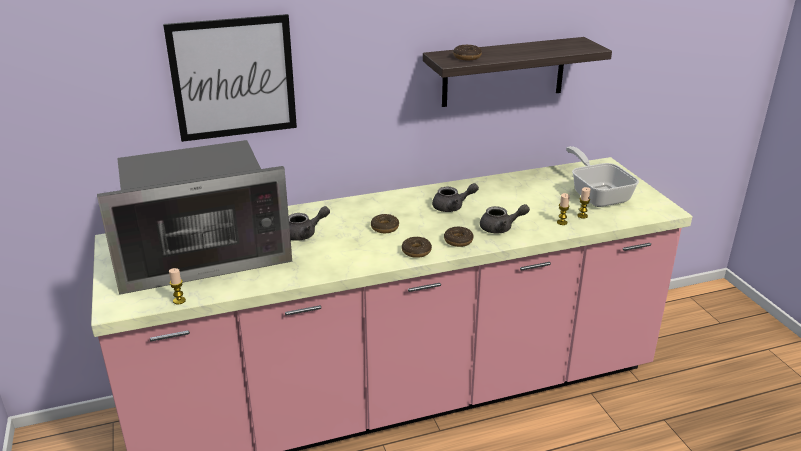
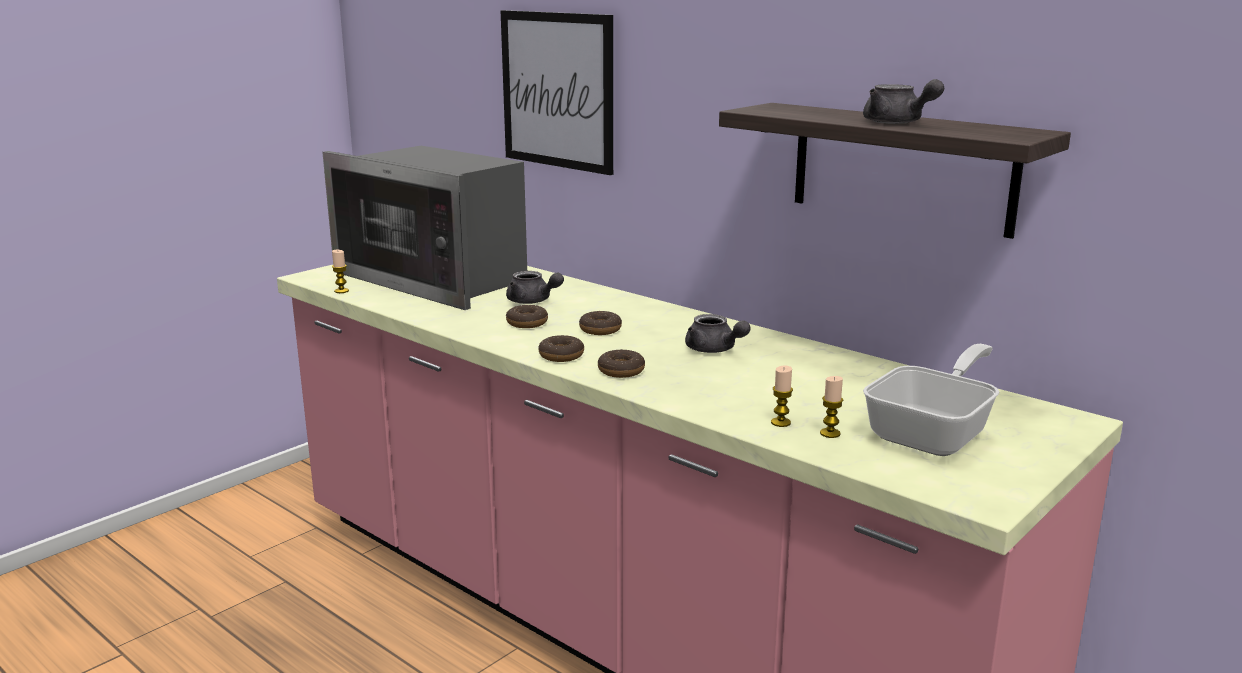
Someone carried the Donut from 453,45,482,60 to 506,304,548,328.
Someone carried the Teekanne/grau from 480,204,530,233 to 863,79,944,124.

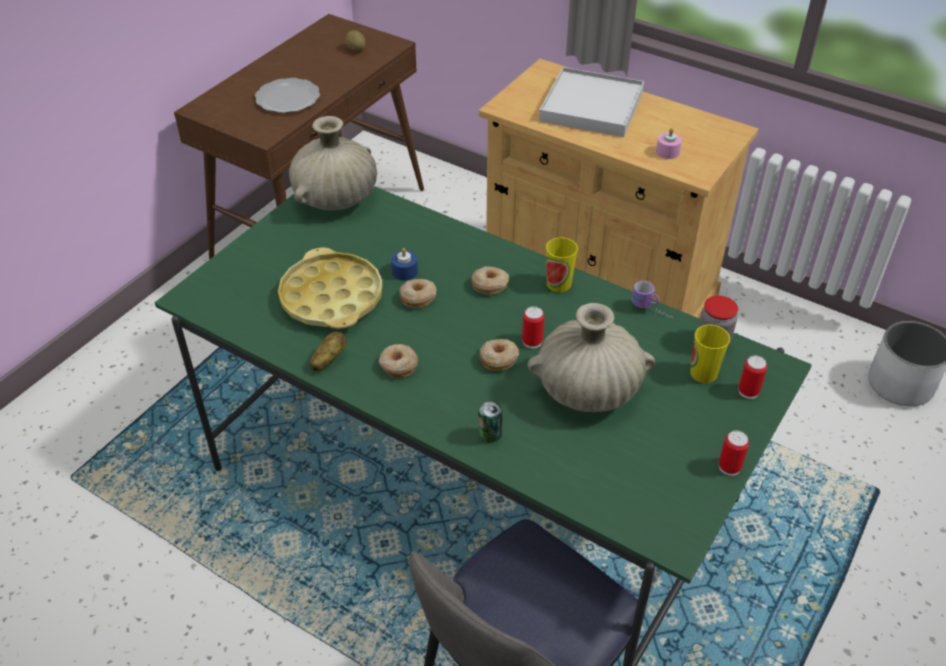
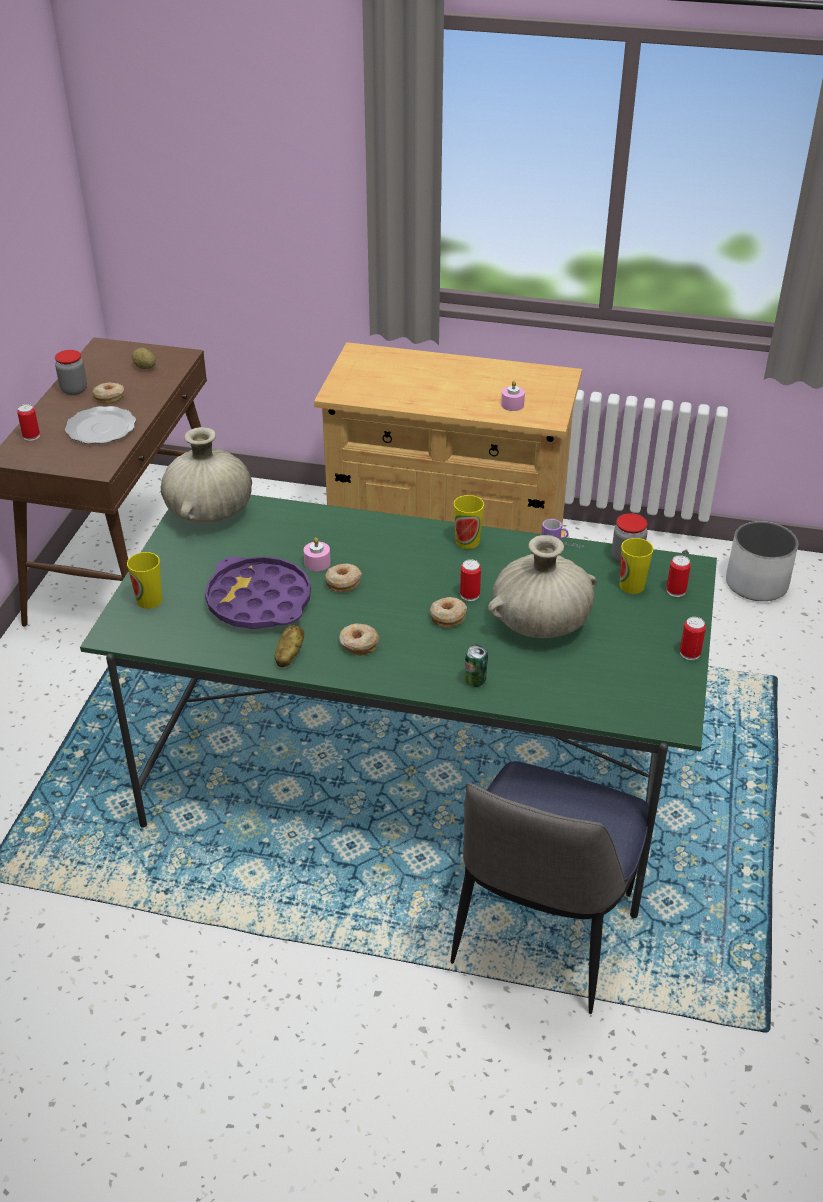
Someone took away the Tablett/weiß at 539,67,644,137.
Someone repainted the Tablett/gelb at 278,247,383,329, which became the Tablett/lila at 205,556,311,629.
Someone repainted the Kerze/blau at 391,248,418,281, which became the Kerze/rosa at 304,538,331,571.
Someone carried the Donut from 471,266,509,295 to 92,382,125,404.
Someone put down the Vorratsglas at 55,350,87,395.
Someone put down the Dose at 17,404,40,441.
Someone put down the Tasse at 127,552,162,609.

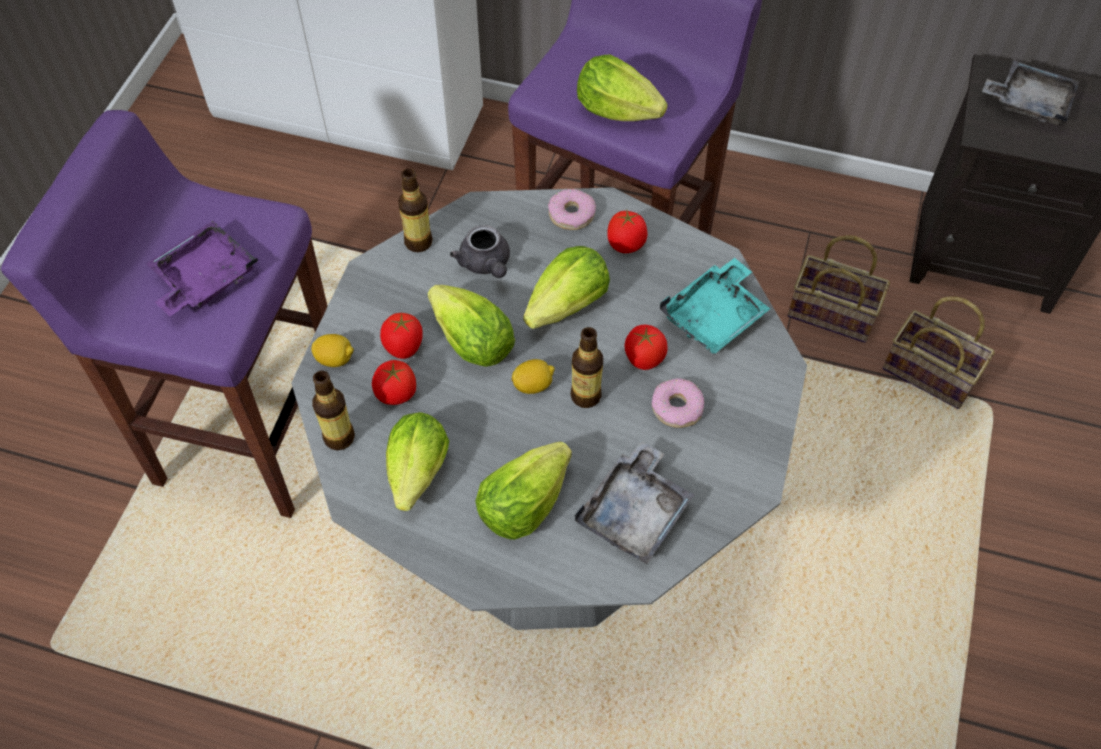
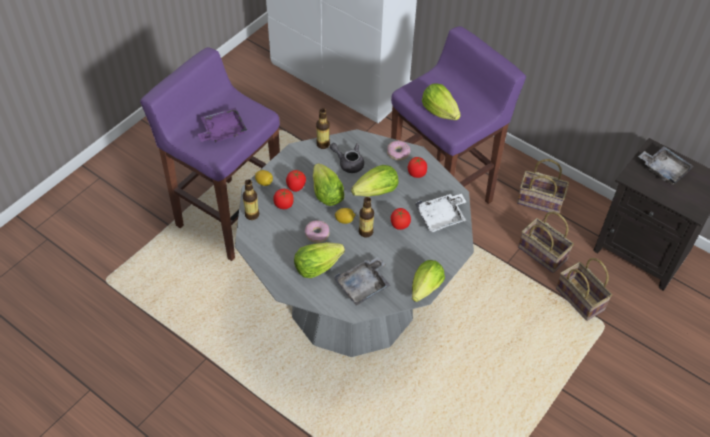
Someone rotated the Teekanne/grau at 450,225,510,278 by 120 degrees clockwise.
Someone repainted the Tablett/türkis at 660,258,770,354, which became the Tablett/weiß at 416,194,466,232.
Someone carried the Donut from 652,378,704,428 to 305,221,329,243.
Someone carried the Salatkopf from 386,412,449,511 to 412,260,445,302.
Someone put down the Korb at 517,159,569,213.

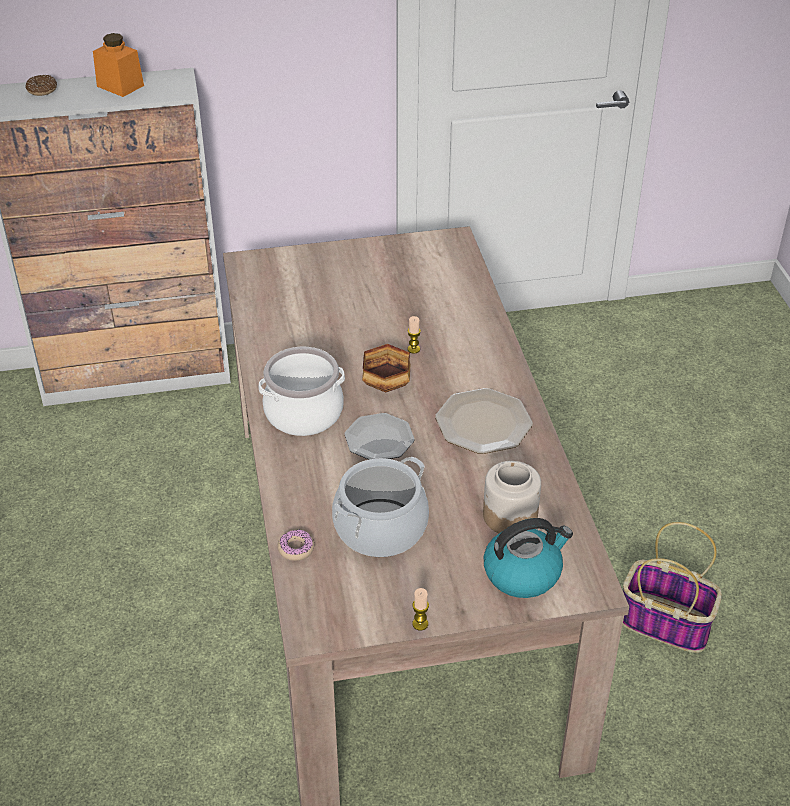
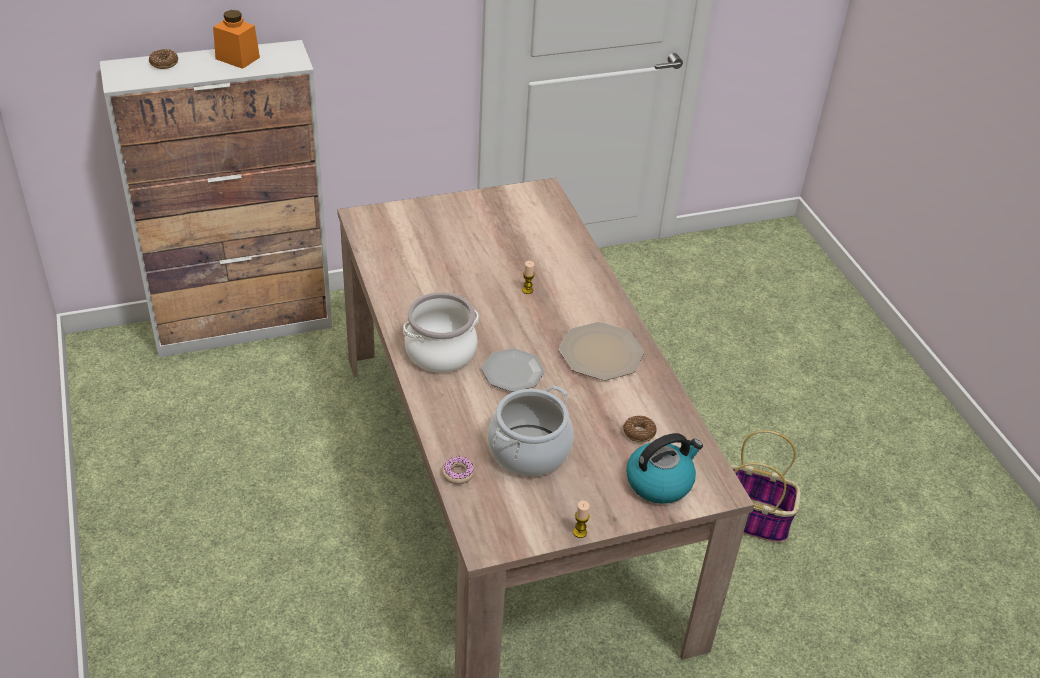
Someone took away the Schüssel at 362,344,410,393.
Someone swapped the Vorratsglas at 483,461,541,533 for the Donut at 623,415,657,442.

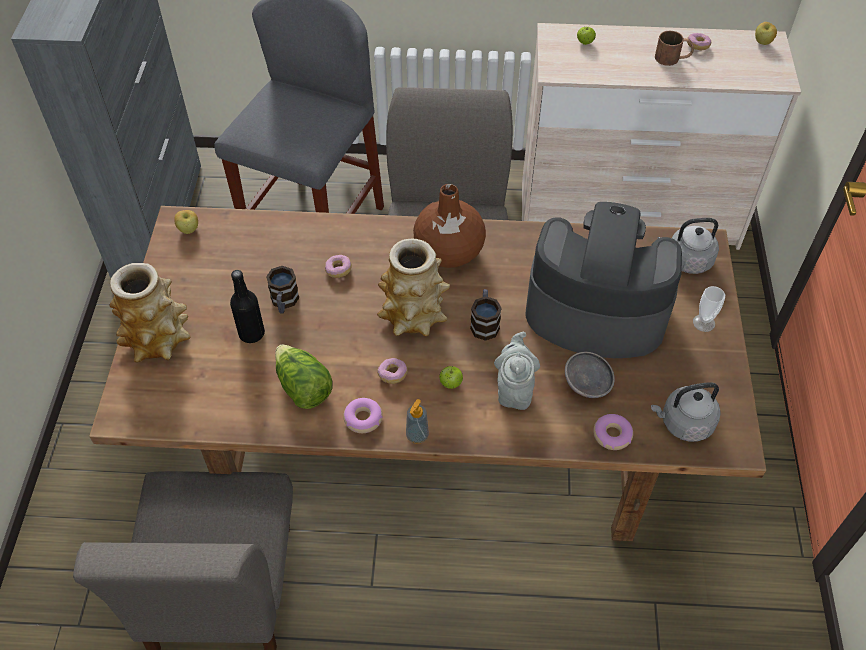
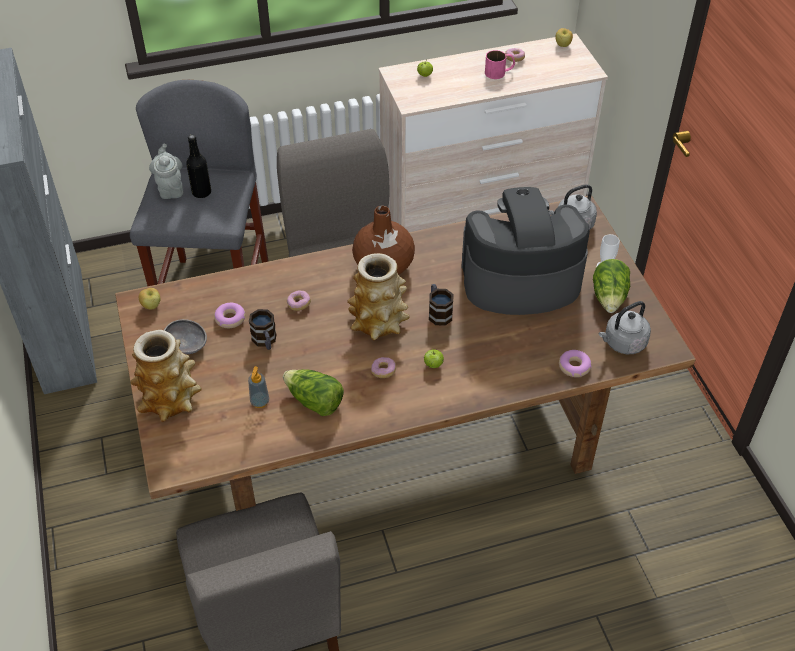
Someone repainted the Henkelbecher/braun at 655,31,694,66, which became the Henkelbecher/rosa at 485,50,515,79.
Someone carried the Flasche/schwarz from 230,270,265,343 to 186,135,211,198.
Someone carried the Teekanne/grau from 494,332,540,410 to 149,144,183,199.
Someone carried the Schüssel/grau from 565,352,615,398 to 164,319,207,354.
Someone carried the Donut from 343,398,383,433 to 214,303,245,328.
Someone carried the Seifenspender from 406,399,429,444 to 248,366,269,408.
Someone put down the Salatkopf at 593,259,630,313.

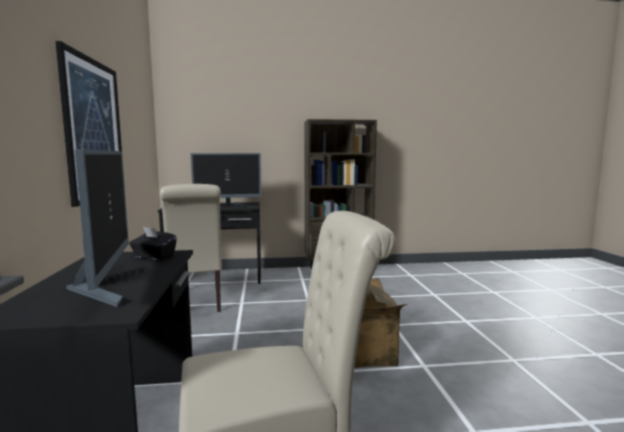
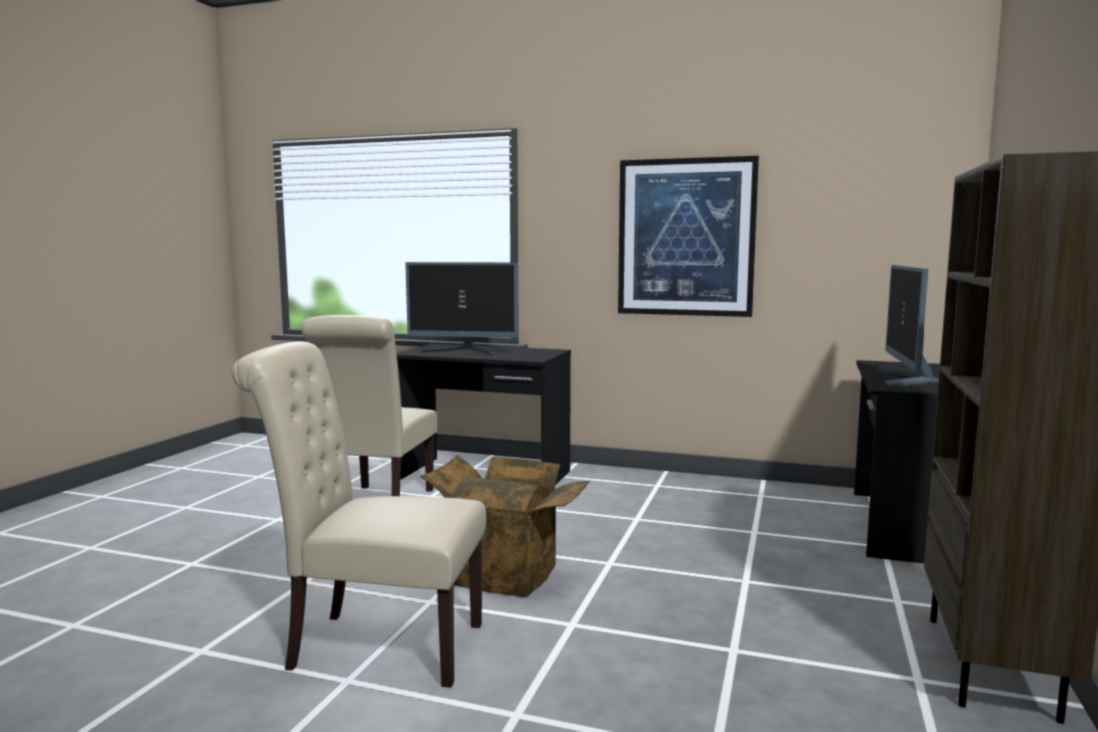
Someone carried the Stuhl/beige from 160,184,222,312 to 232,342,486,688.
Someone took away the Taschentuchbox/schwarz at 129,227,177,261.

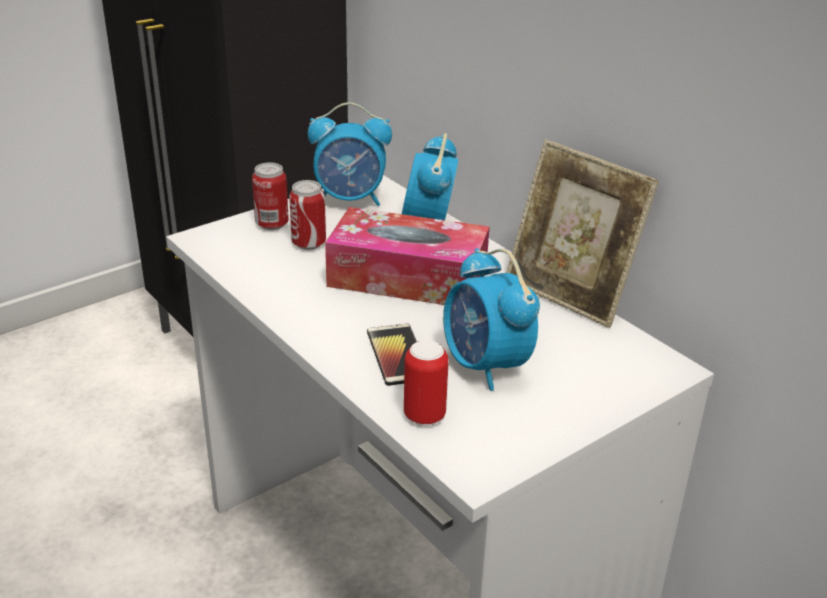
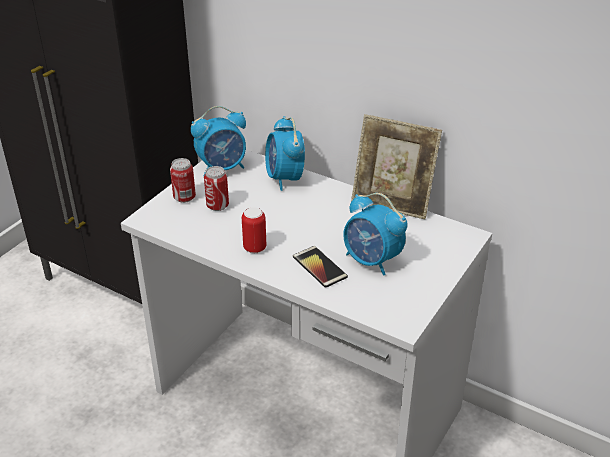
Someone took away the Taschentuchbox at 325,207,489,305.
Someone carried the Dose from 404,340,449,425 to 242,207,266,253.

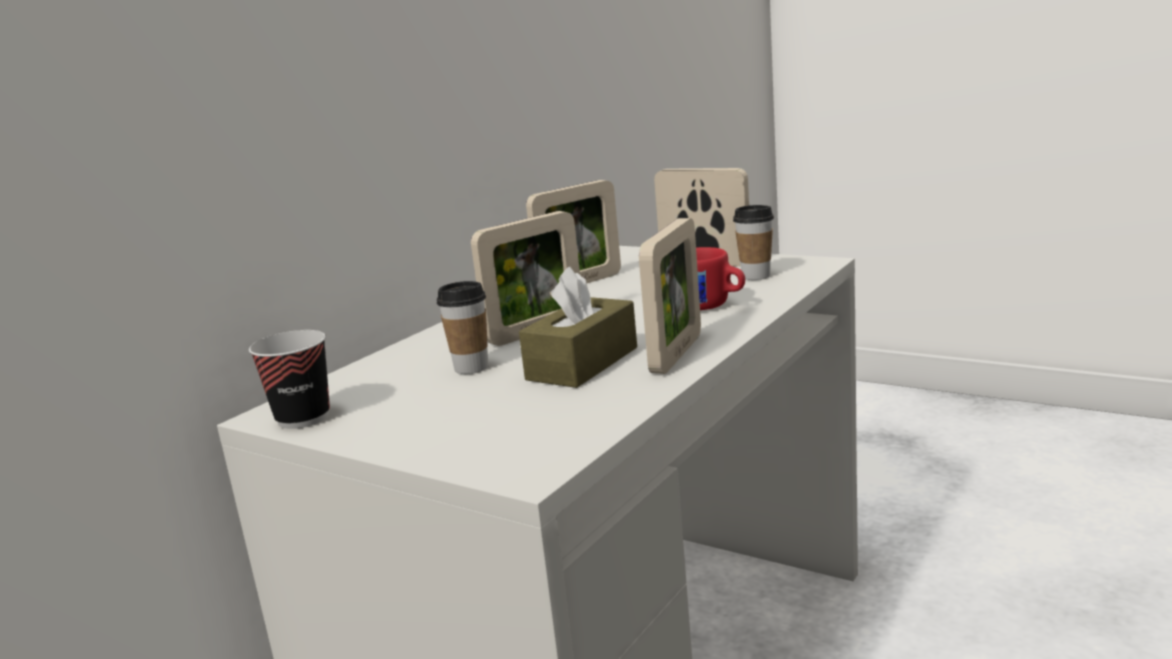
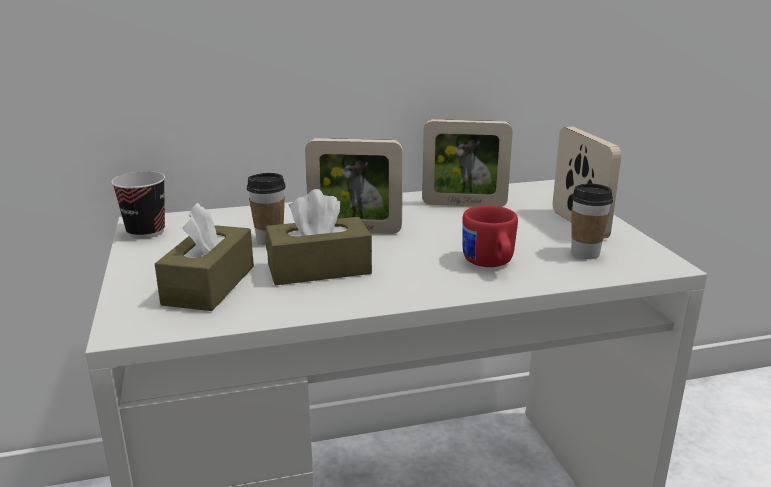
Someone took away the Bilderrahmen at 639,218,701,374.
Someone put down the Taschentuchbox/braun at 155,202,254,311.

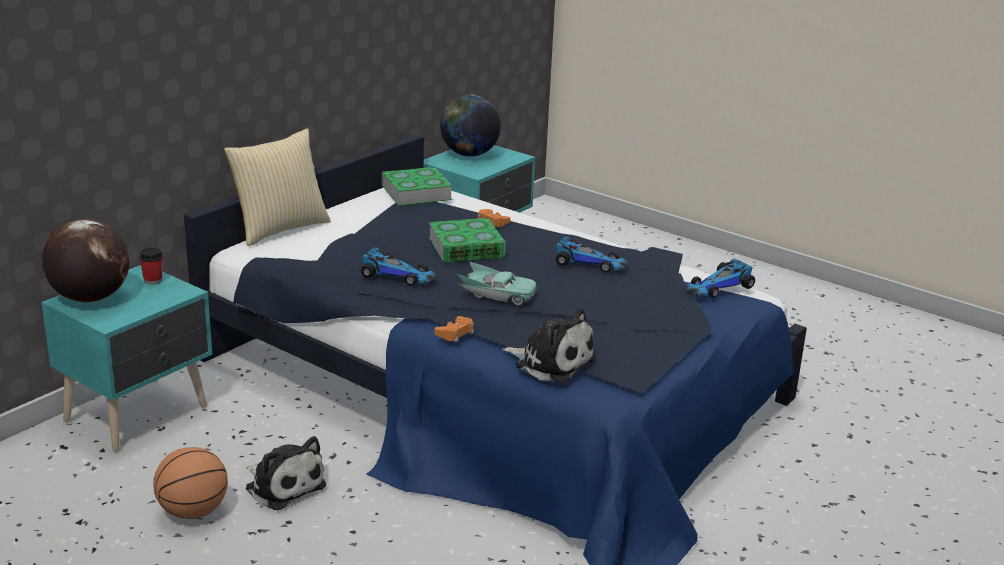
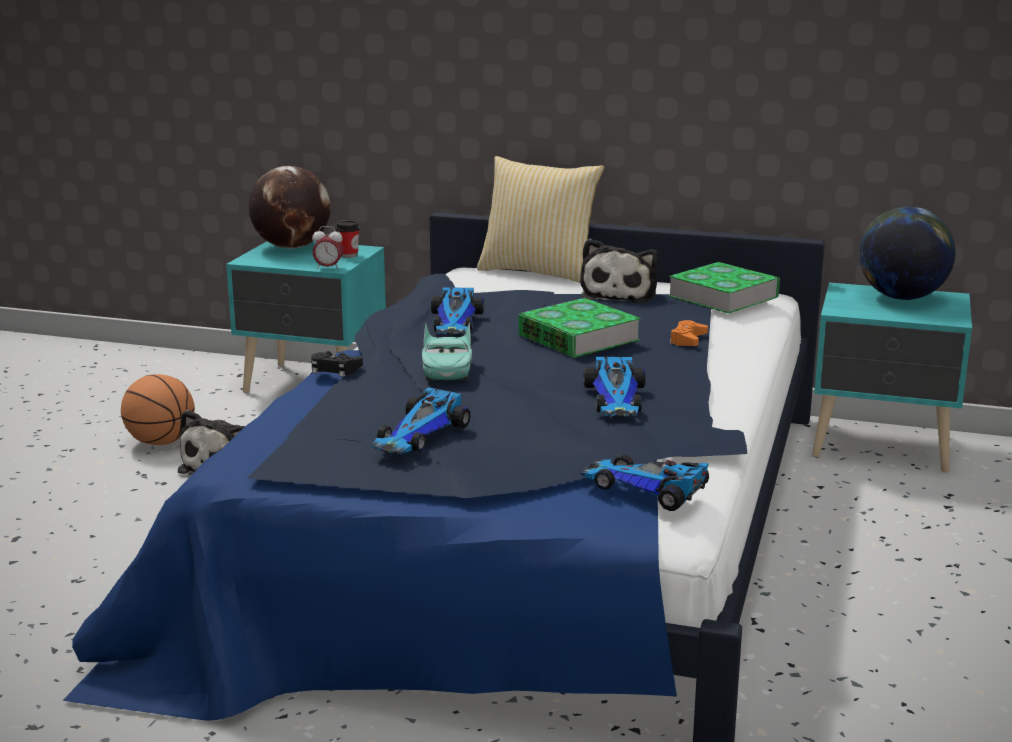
Someone carried the Plüschtier from 502,308,596,383 to 580,239,658,303.
Someone repainted the Gamepad/orange at 434,316,474,342, which became the Gamepad/schwarz at 311,351,363,377.
Someone put down the Wecker at 312,226,344,270.
Someone put down the Spielzeugauto at 372,387,470,454.

